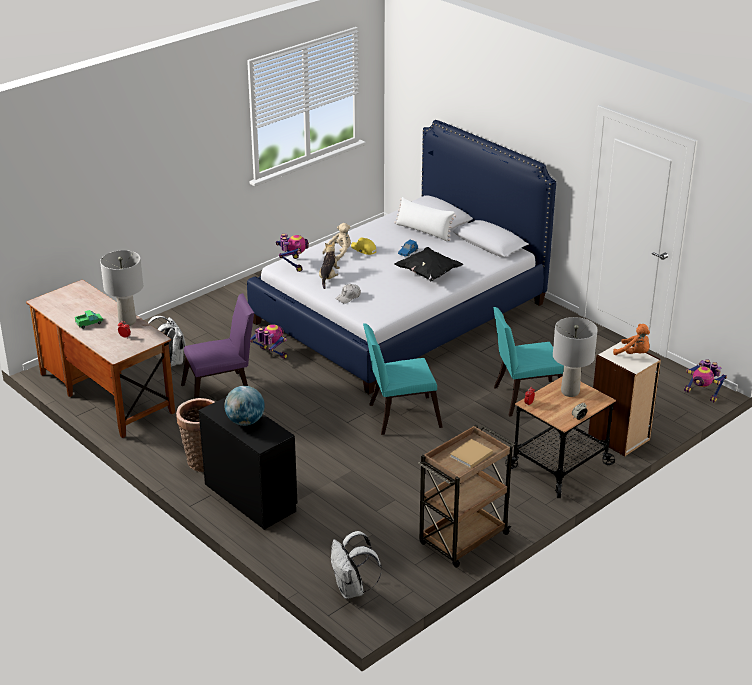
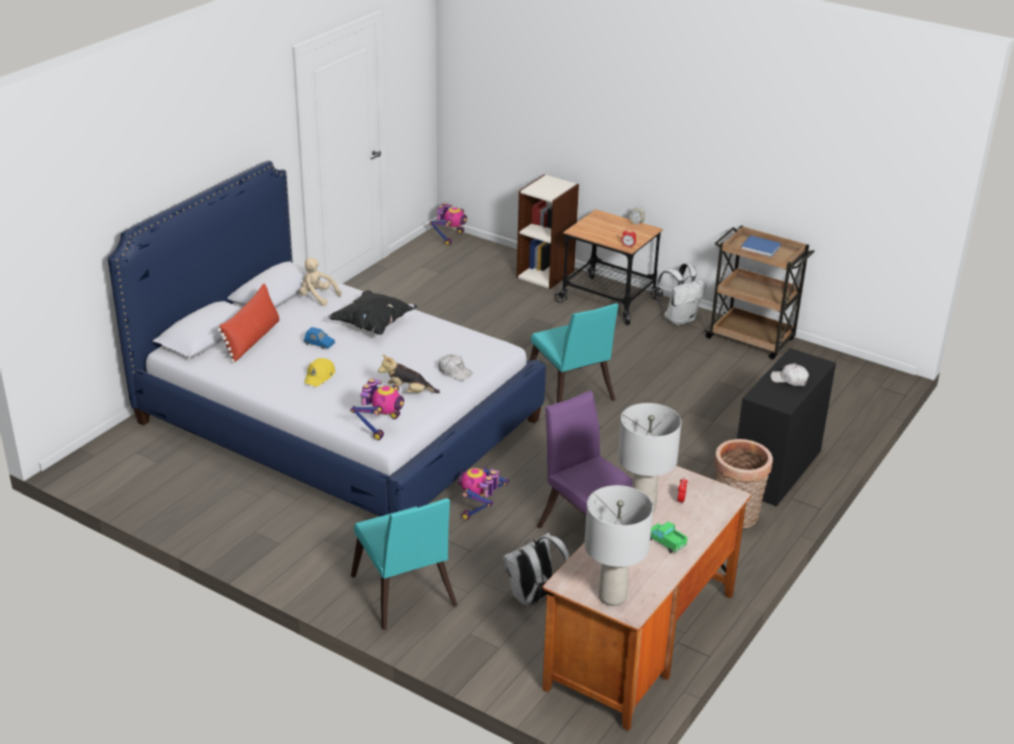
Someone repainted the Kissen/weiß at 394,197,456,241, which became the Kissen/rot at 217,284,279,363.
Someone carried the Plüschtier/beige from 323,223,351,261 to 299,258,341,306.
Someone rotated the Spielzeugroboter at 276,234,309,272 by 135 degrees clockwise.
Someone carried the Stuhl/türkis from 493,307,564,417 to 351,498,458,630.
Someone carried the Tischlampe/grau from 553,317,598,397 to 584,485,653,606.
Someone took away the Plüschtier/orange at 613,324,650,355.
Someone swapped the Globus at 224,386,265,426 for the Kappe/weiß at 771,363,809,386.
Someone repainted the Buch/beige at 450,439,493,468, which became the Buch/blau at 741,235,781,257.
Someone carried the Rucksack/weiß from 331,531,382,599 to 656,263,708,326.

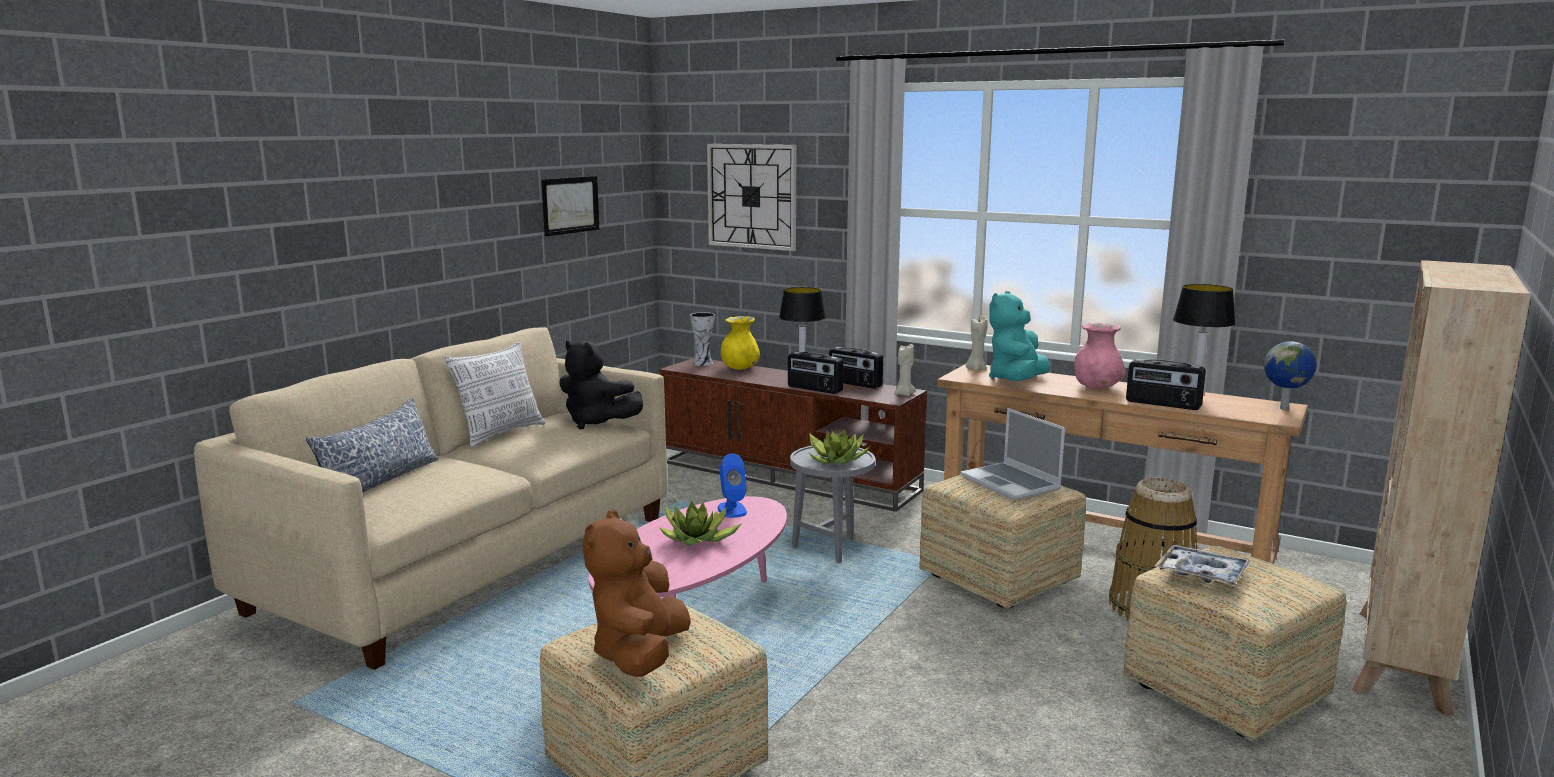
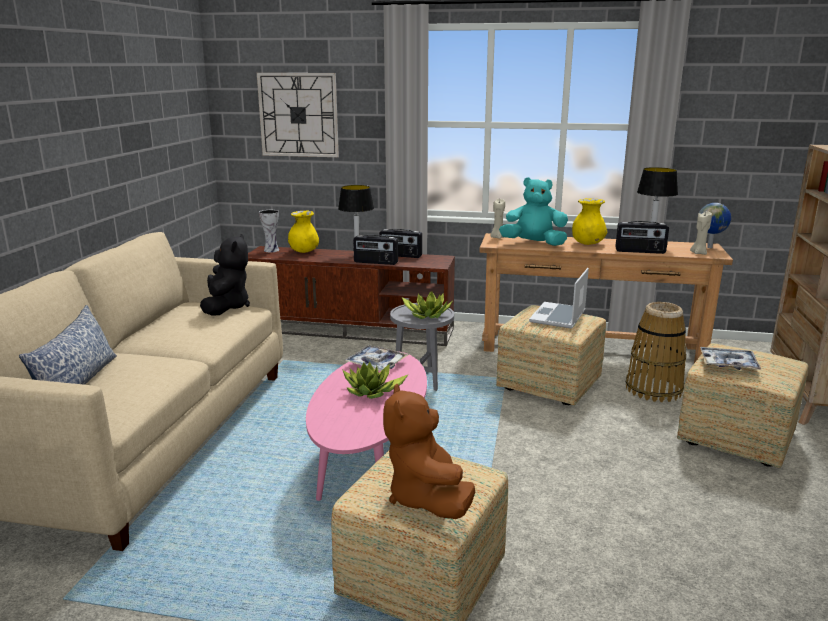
Someone took away the Bild at 541,176,599,236.
Someone rotated the Plüschtier/türkis at 989,291,1050,381 by 90 degrees clockwise.
Someone repainted the Vase/rosa at 1074,323,1126,389, which became the Vase/gelb at 572,198,607,245.
Someone rotated the Plüschtier/schwarz at 559,341,643,429 by 105 degrees counterclockwise.
Someone took away the Kissen at 445,342,545,447.
Someone carried the Kerze/beige from 894,344,916,396 to 690,211,712,255.
Someone rotated the Laptop at 960,408,1065,500 by 75 degrees clockwise.
Someone swapped the Lautsprecher/blau at 718,454,747,518 for the Tablett at 344,345,409,371.

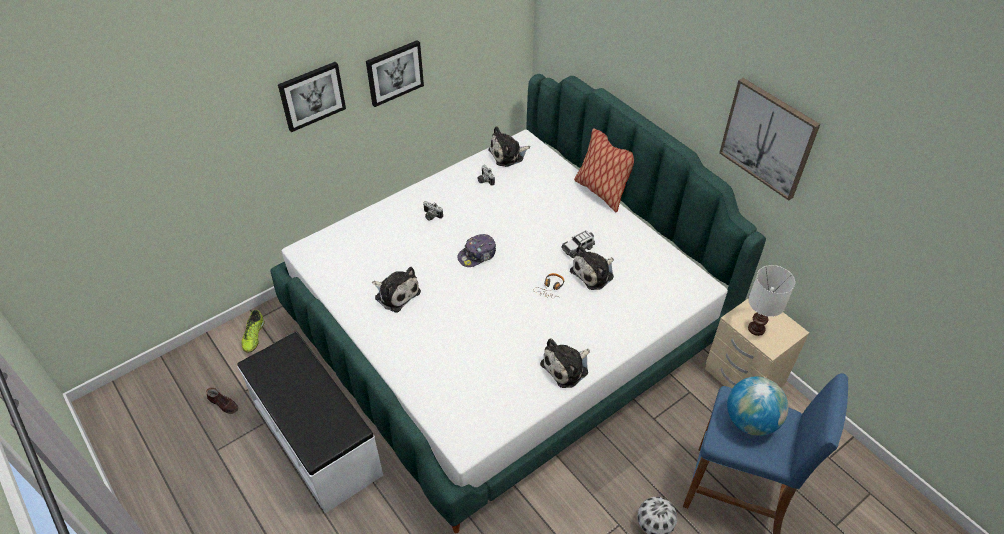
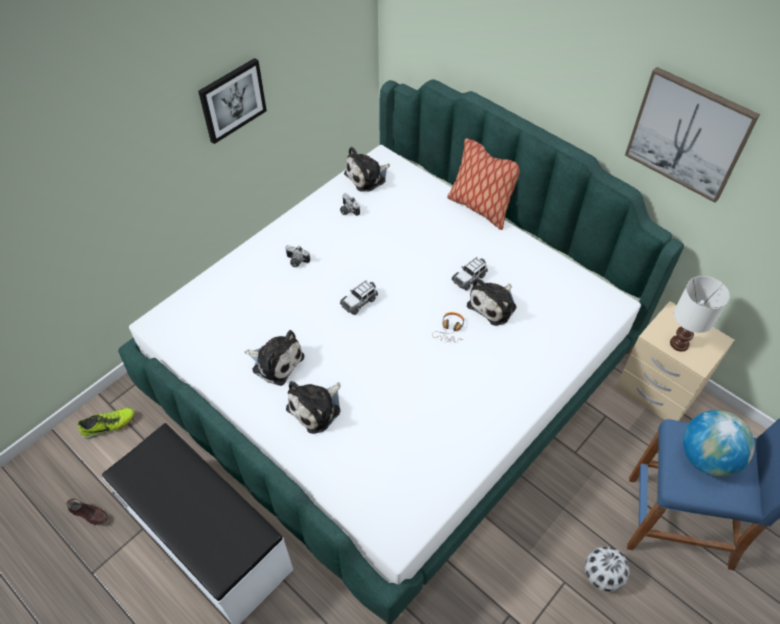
Someone took away the Bild at 278,62,346,132.
Someone swapped the Kappe at 457,234,496,267 for the Spielzeugauto at 340,280,378,315.
Someone rotated the Schuh at 242,310,265,352 by 105 degrees counterclockwise.
Someone carried the Plüschtier from 540,338,590,388 to 286,381,341,434.

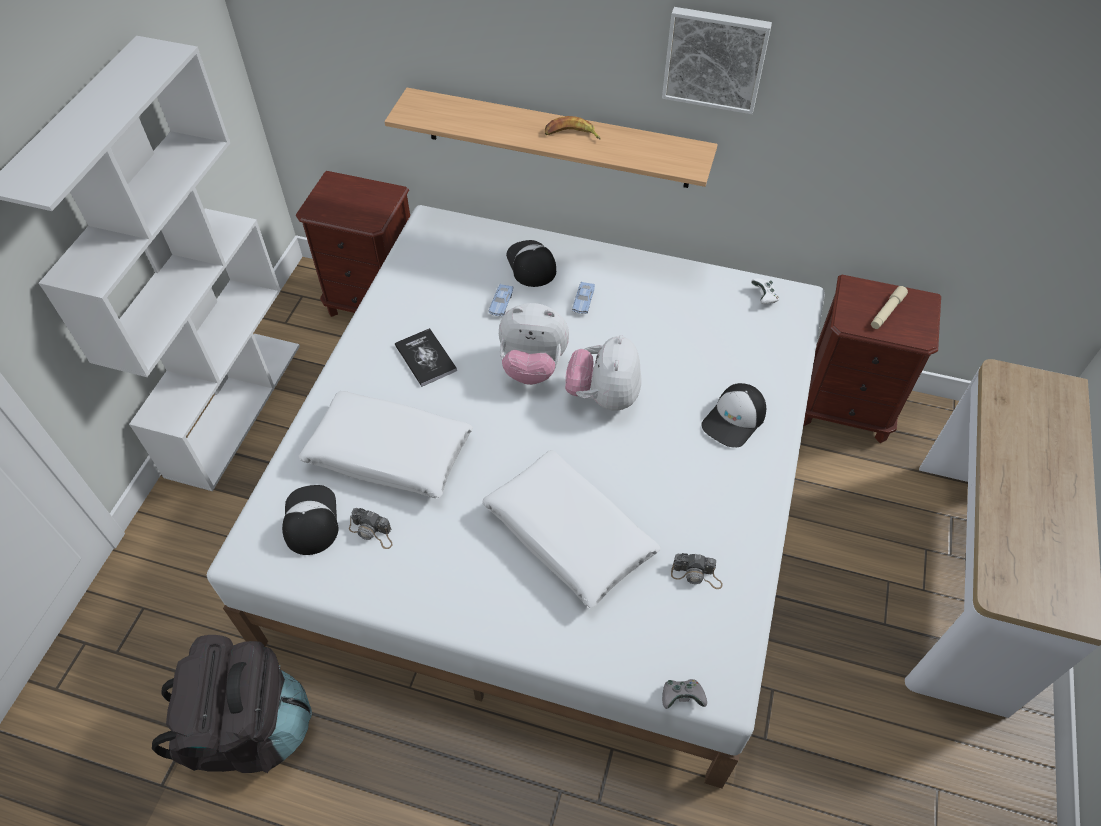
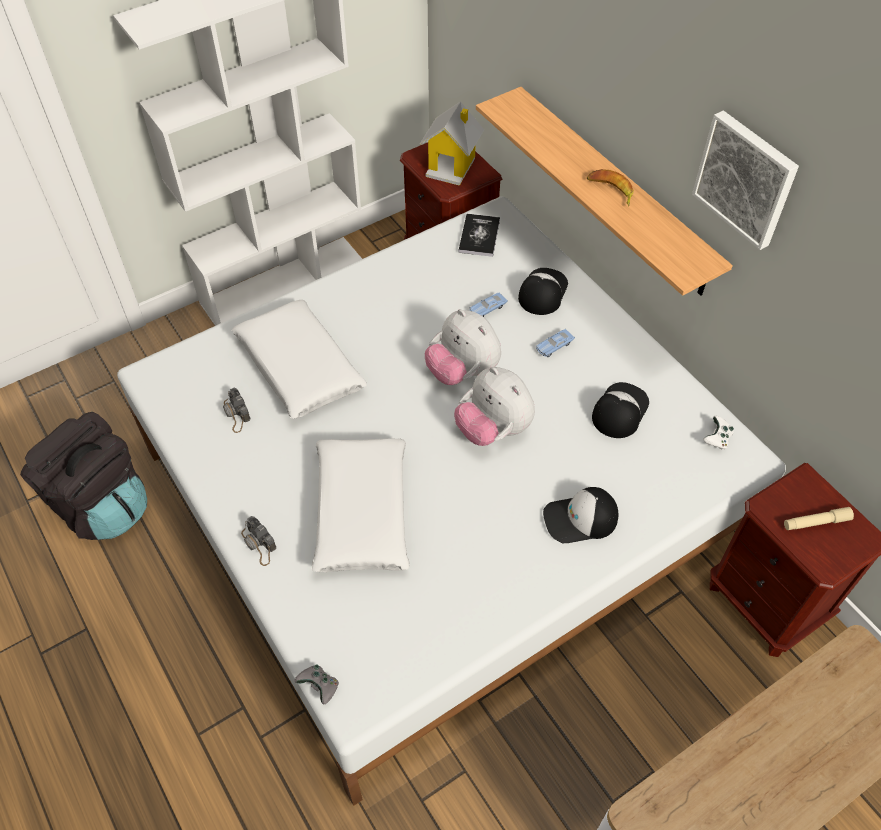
Someone carried the Buch from 395,328,457,387 to 458,214,500,257.
Someone rotated the Plüschtier at 565,335,641,411 by 90 degrees counterclockwise.
Someone carried the Kappe from 282,485,338,555 to 592,382,649,438.
Someone carried the Kamera from 671,553,723,589 to 241,516,276,566.
Someone put down the Spielzeughaus at 420,102,484,186.

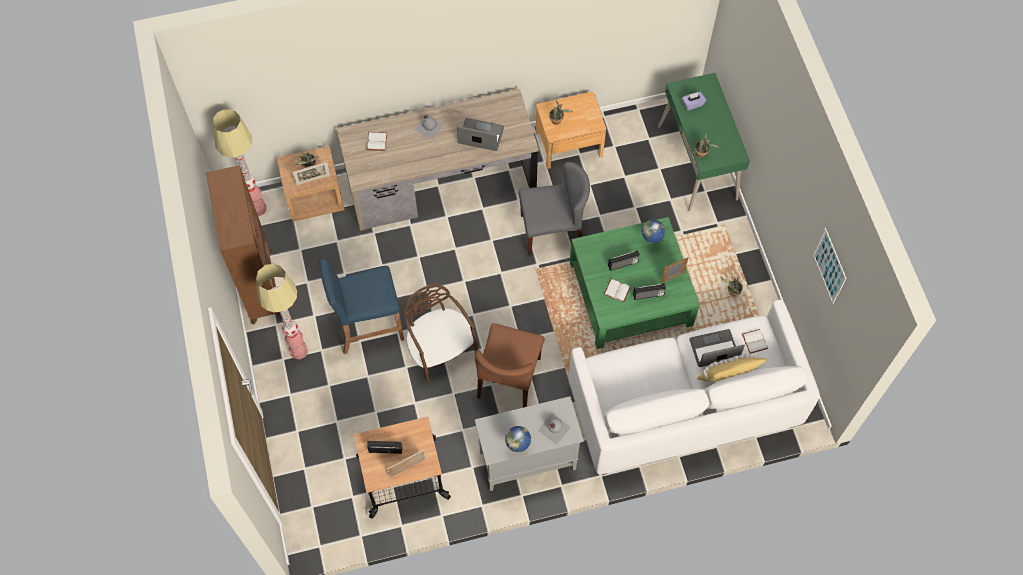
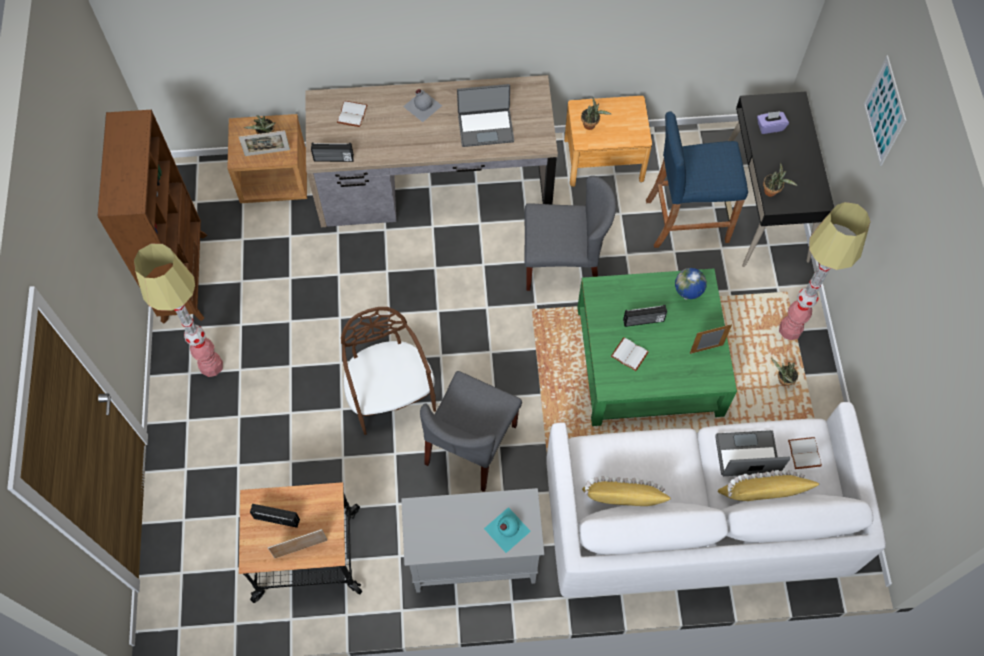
Someone repainted the Schreibtisch/grün at 658,73,750,211, which became the Schreibtisch/schwarz at 728,92,834,267.
Someone carried the Stehlampe from 213,110,266,216 to 779,202,871,340.
Someone rotated the Laptop at 457,118,504,151 by 150 degrees clockwise.
Someone carried the Bild from 813,228,847,304 to 864,55,906,166.
Someone carried the Hocker/blau from 319,258,404,354 to 646,111,748,248.
Someone carried the Radio from 633,283,666,300 to 311,142,354,162.
Someone repainted the Stuhl/braun at 475,323,545,408, which became the Stuhl/grau at 420,371,522,492.
Someone repainted the Flasche/grau at 538,413,571,445, which became the Flasche/türkis at 484,507,531,553.
Someone took away the Globus at 505,426,531,452.
Someone put down the Kissen/gelb at 582,475,671,506.

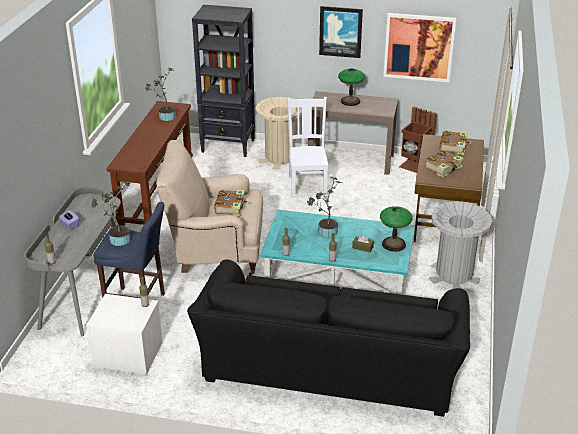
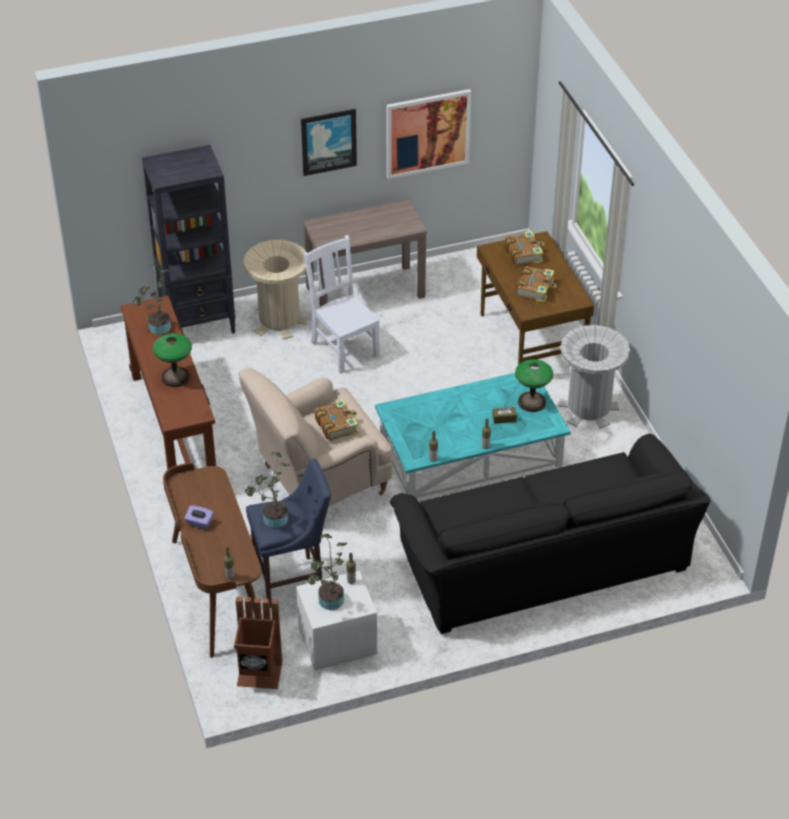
Someone carried the Tischlampe from 338,69,365,106 to 153,333,192,387.
Someone carried the Mülleimer/braun from 399,107,437,173 to 234,597,283,689.
Someone carried the Topfpflanze from 307,177,342,237 to 306,534,347,610.
Someone repainted the Schreibtisch/grau at 24,187,121,336, which became the Schreibtisch/braun at 163,463,262,658.

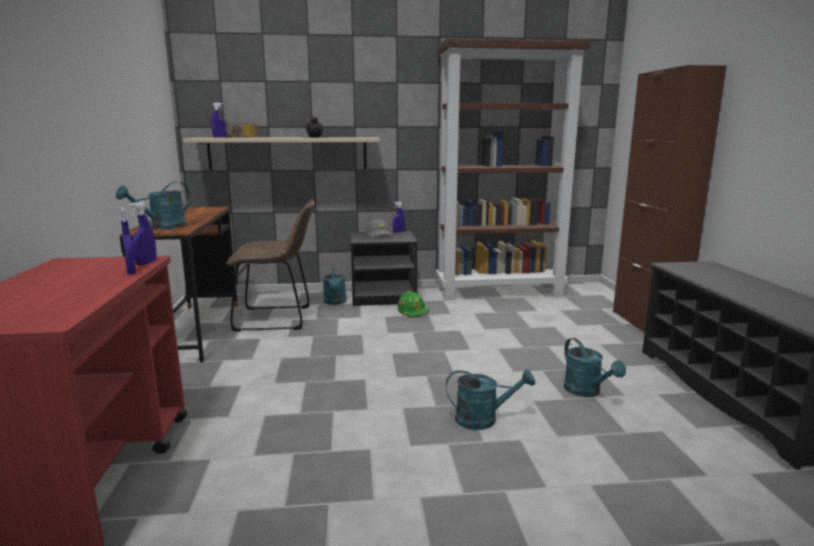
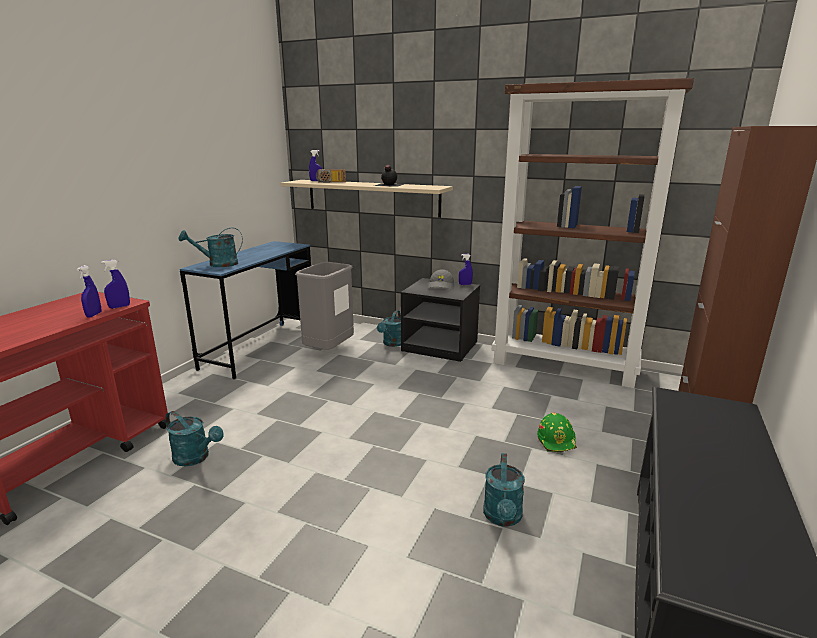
Someone swapped the Stuhl/braun at 226,199,314,332 for the Mülleimer/grau at 295,262,354,350.
Someone repainted the Schreibtisch/braun at 120,207,238,362, which became the Schreibtisch/blau at 180,241,311,379.
Someone carried the Schutzhelm/grün from 398,291,429,318 to 537,412,577,452.
Someone carried the Gießkanne/türkis from 446,369,535,430 to 165,411,224,466.

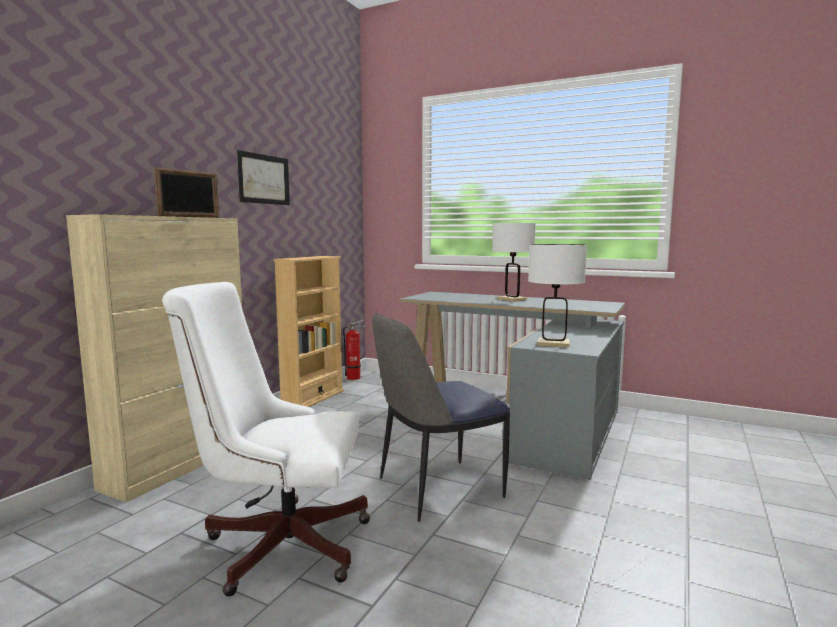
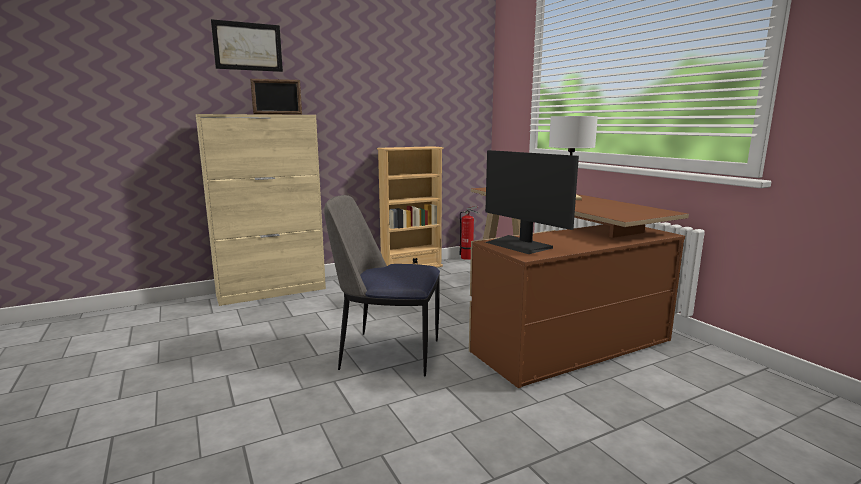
Someone carried the Bild from 237,150,290,205 to 211,19,283,72.
Someone swapped the Tischlampe/weiß at 528,244,587,348 for the Monitor at 485,150,579,254.
Someone took away the Bürostuhl/weiß at 162,282,370,597.
Someone repainted the Schreibtisch/grau at 400,292,625,480, which became the Schreibtisch/braun at 469,187,689,388.

